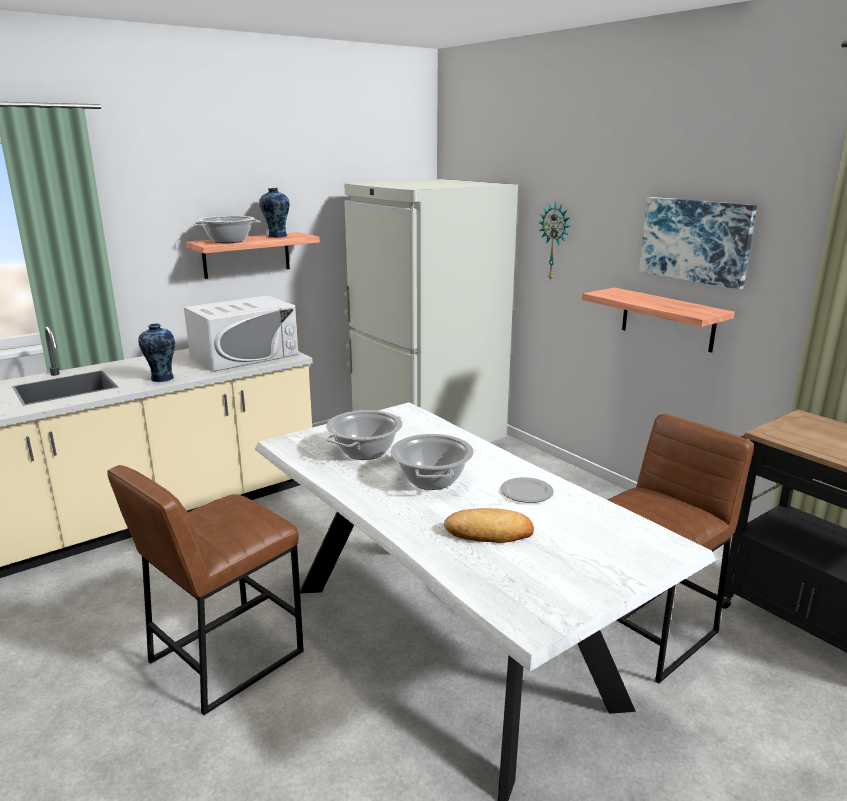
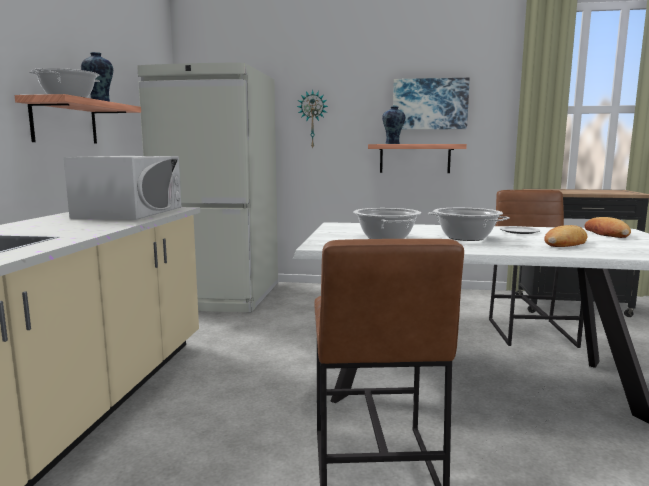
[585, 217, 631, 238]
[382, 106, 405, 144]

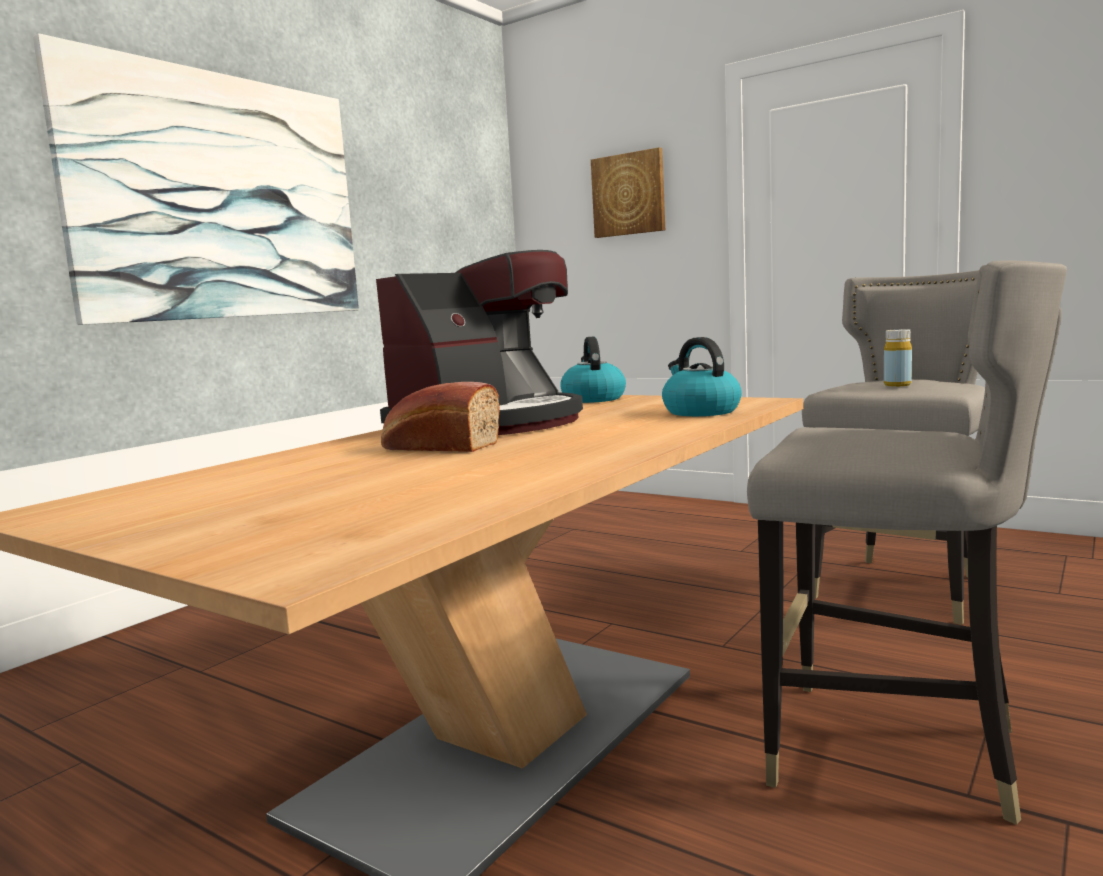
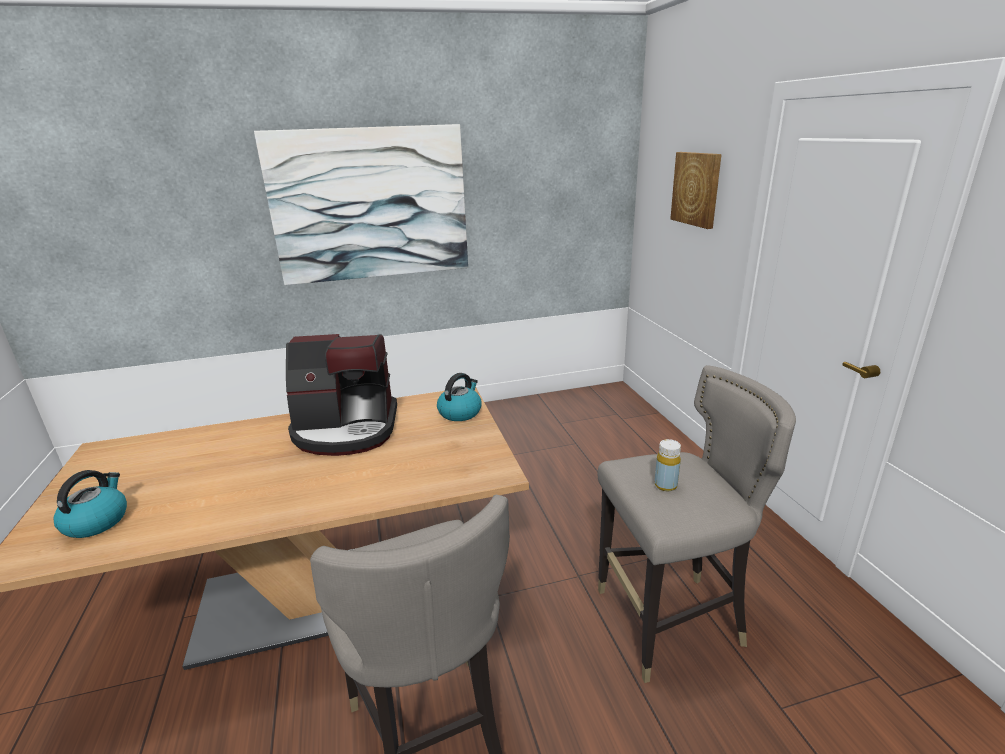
[381, 382, 500, 452] (first image)
[53, 470, 127, 538]

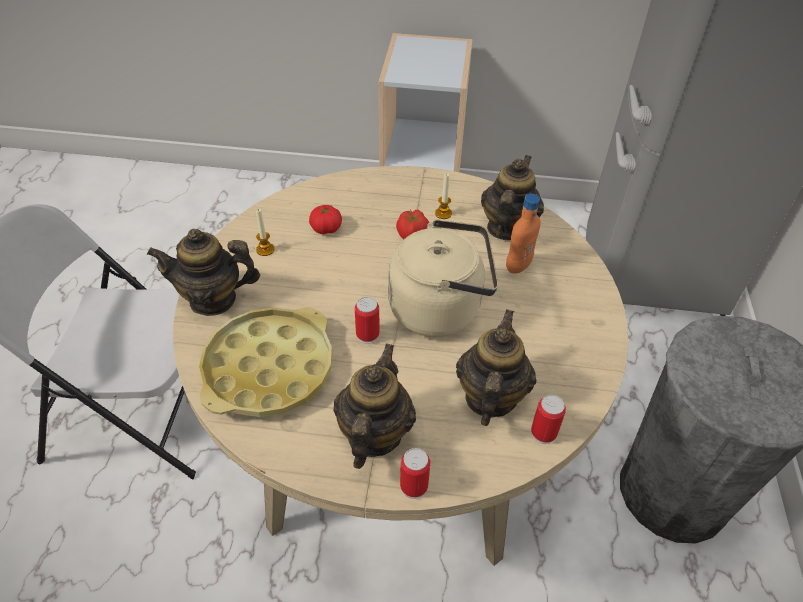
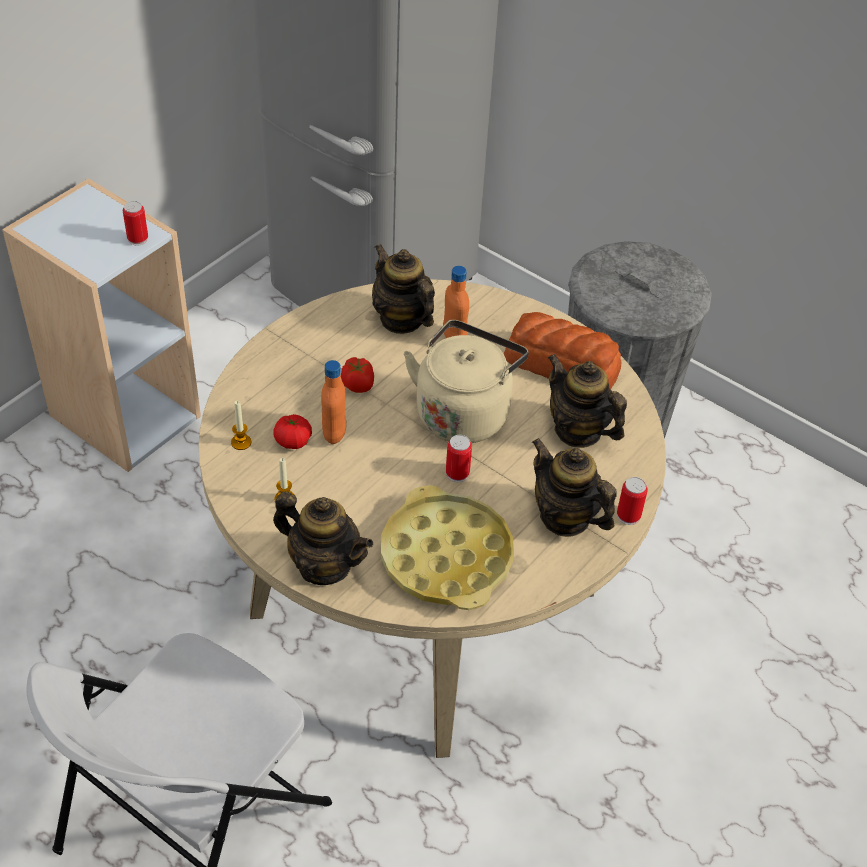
[321, 360, 346, 444]
[504, 312, 621, 389]
[231, 401, 251, 450]
[123, 201, 148, 246]
[273, 491, 373, 585]

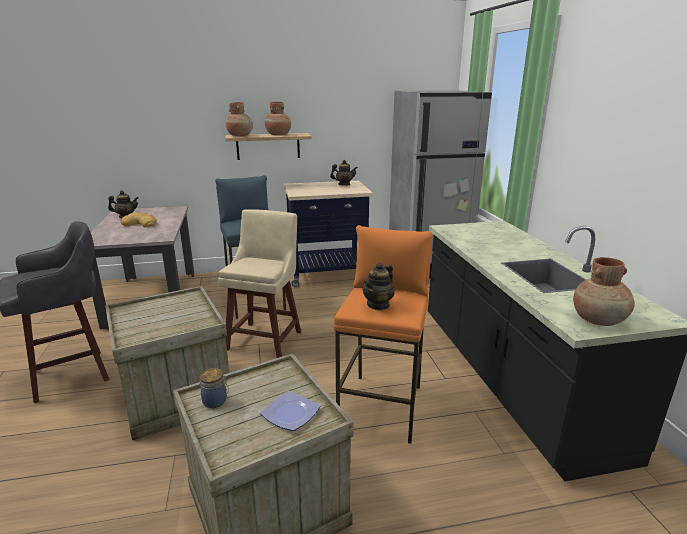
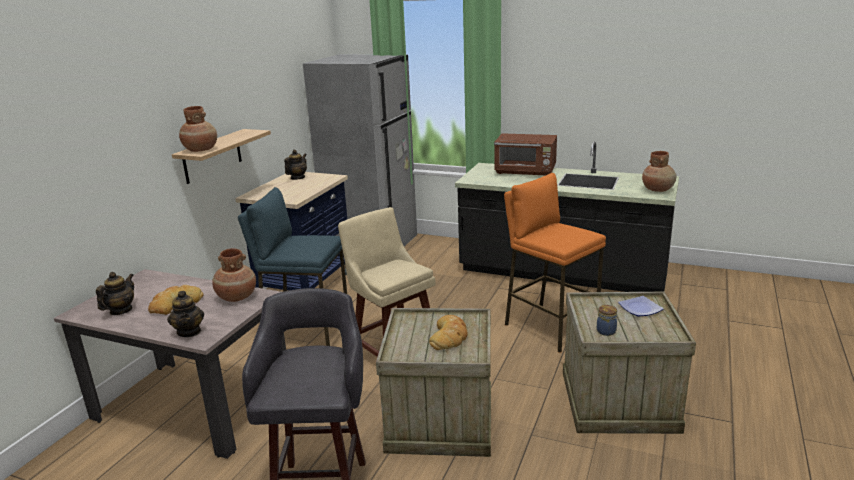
[429, 315, 468, 350]
[494, 133, 557, 175]
[212, 248, 256, 302]
[167, 291, 204, 337]

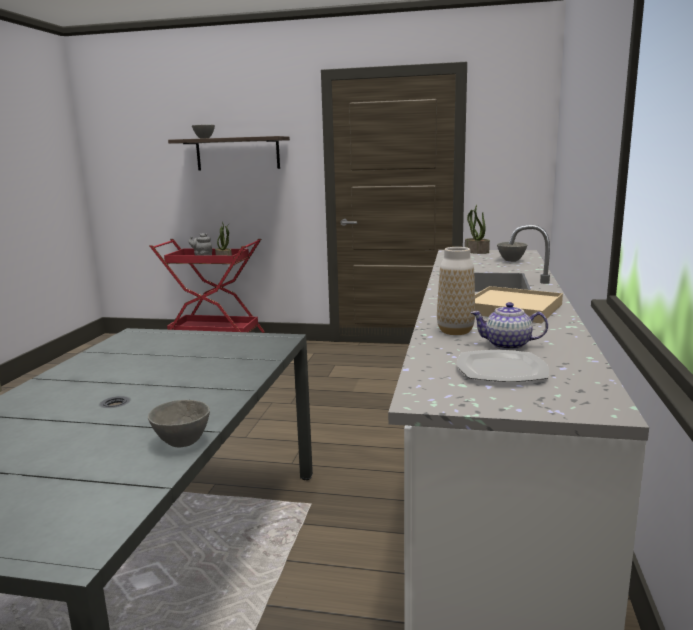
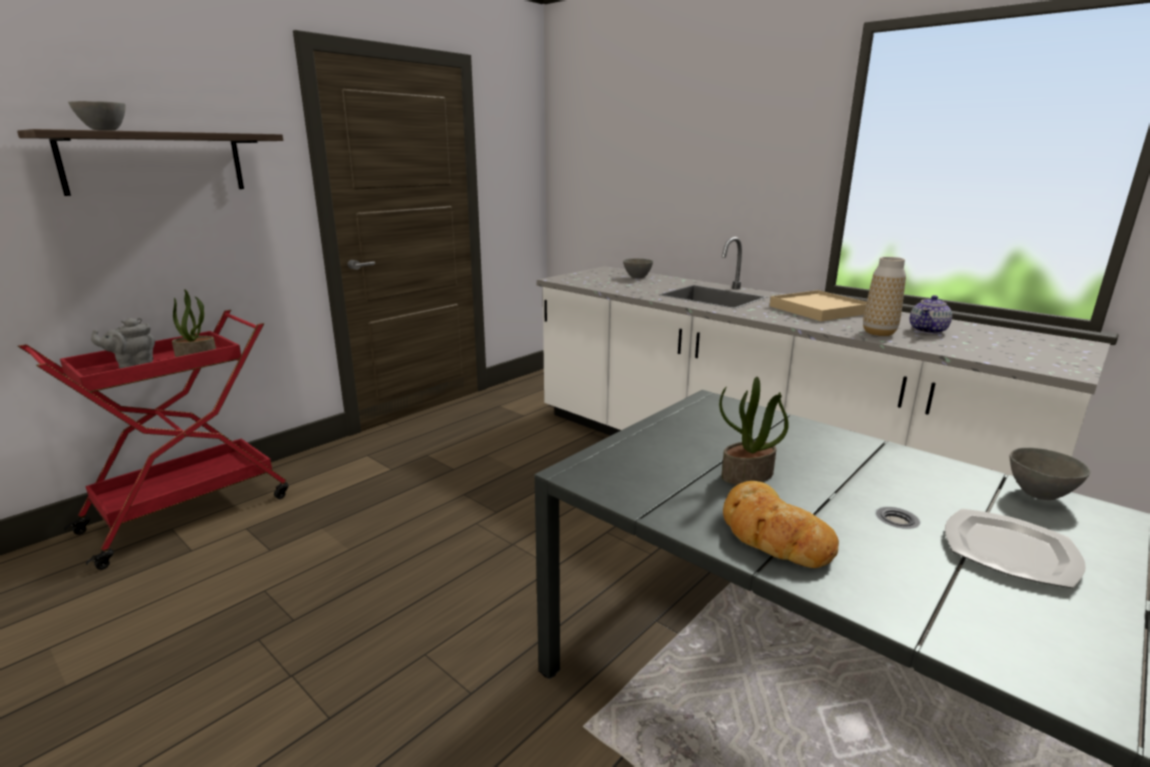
[723, 481, 839, 568]
[945, 508, 1086, 588]
[719, 377, 789, 485]

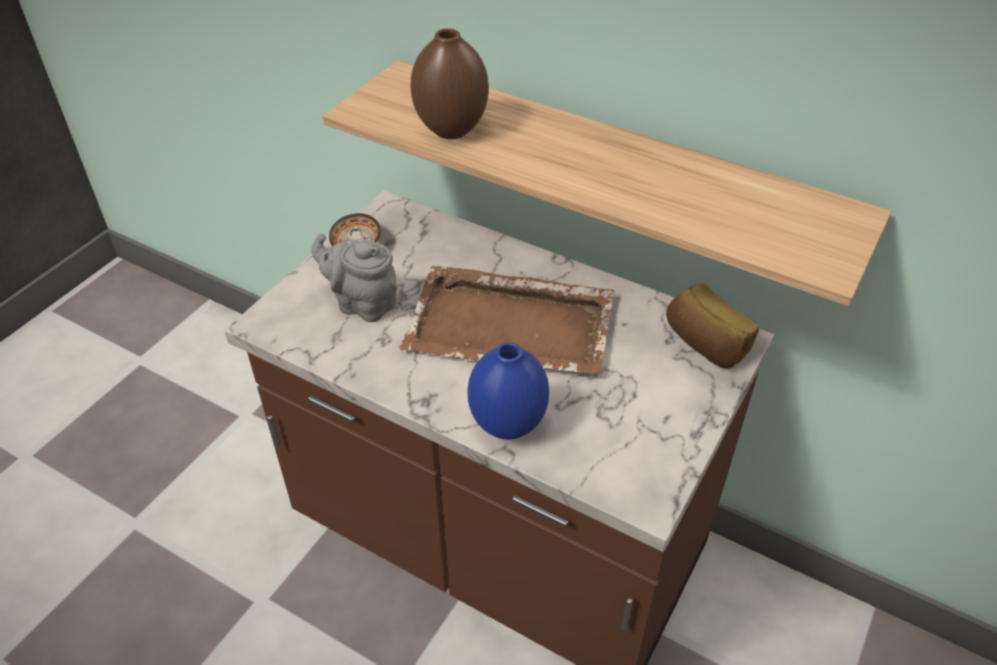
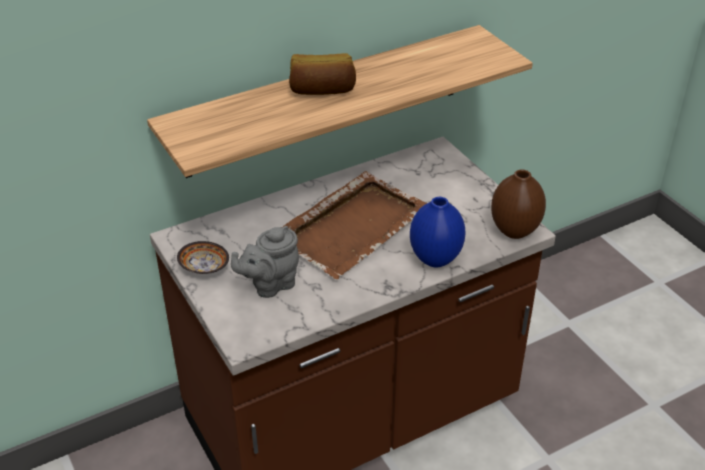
[491, 169, 546, 239]
[289, 53, 356, 95]

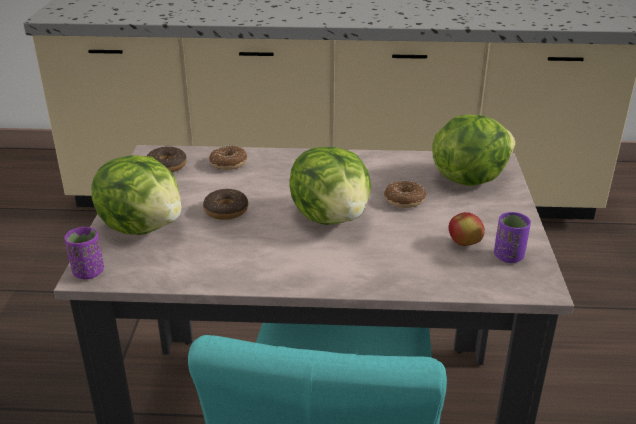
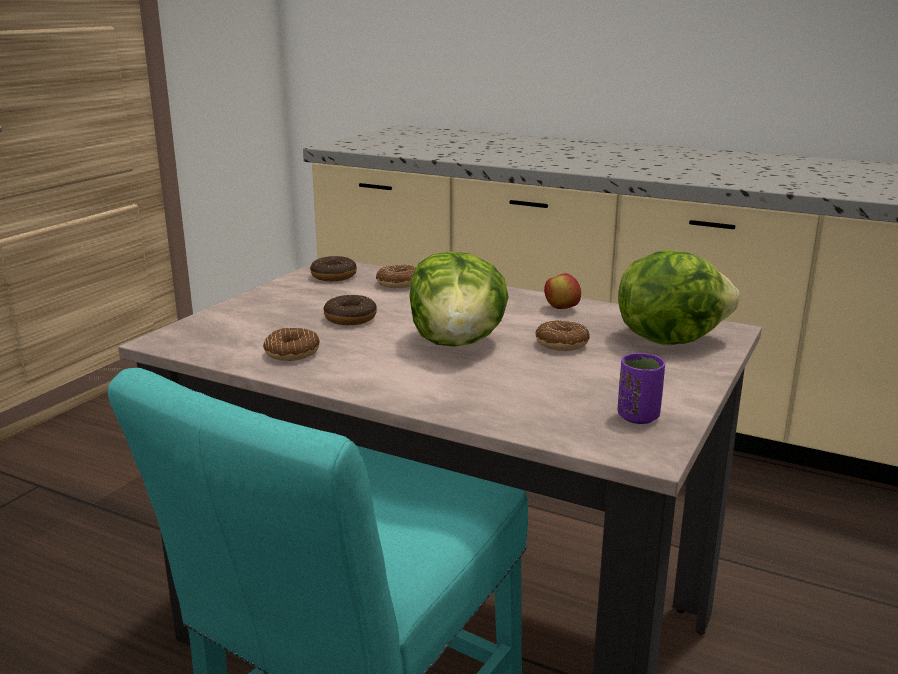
[64, 227, 104, 279] (first image)
[91, 155, 181, 235] (first image)
[263, 327, 320, 361]
[544, 273, 581, 309]

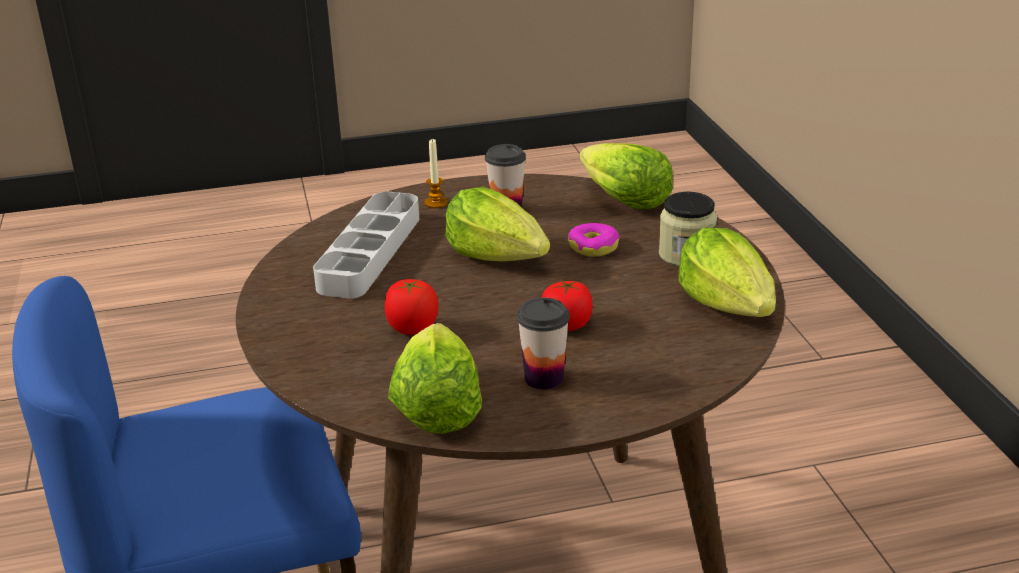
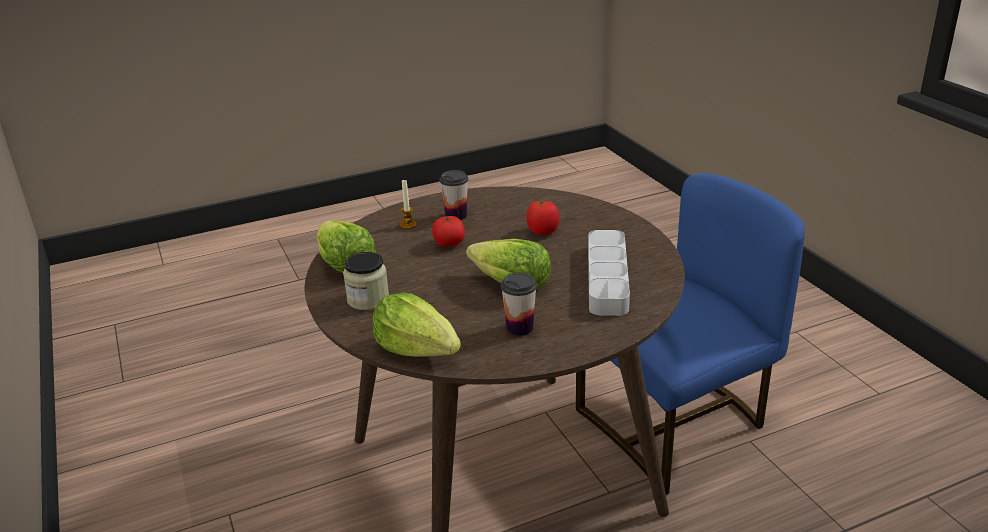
[388, 323, 482, 434] (first image)
[568, 223, 619, 257] (first image)
[400, 180, 417, 229]

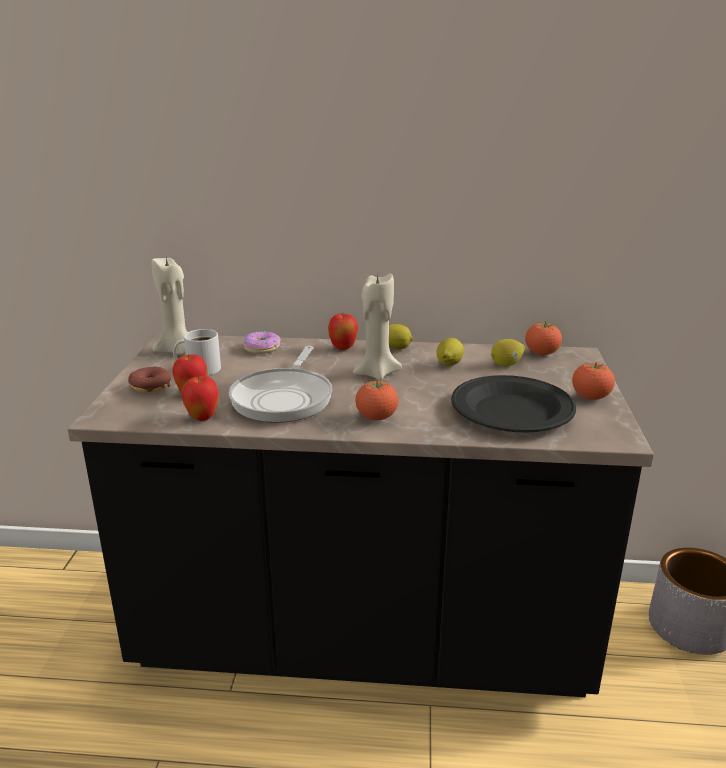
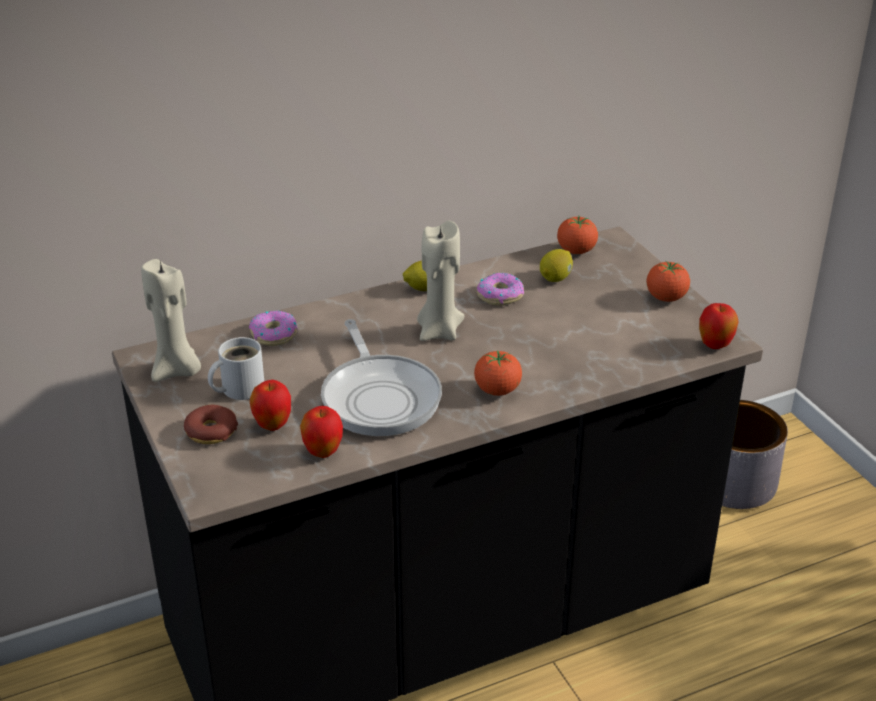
[451, 375, 576, 433] (first image)
[699, 303, 739, 349]
[477, 272, 524, 306]

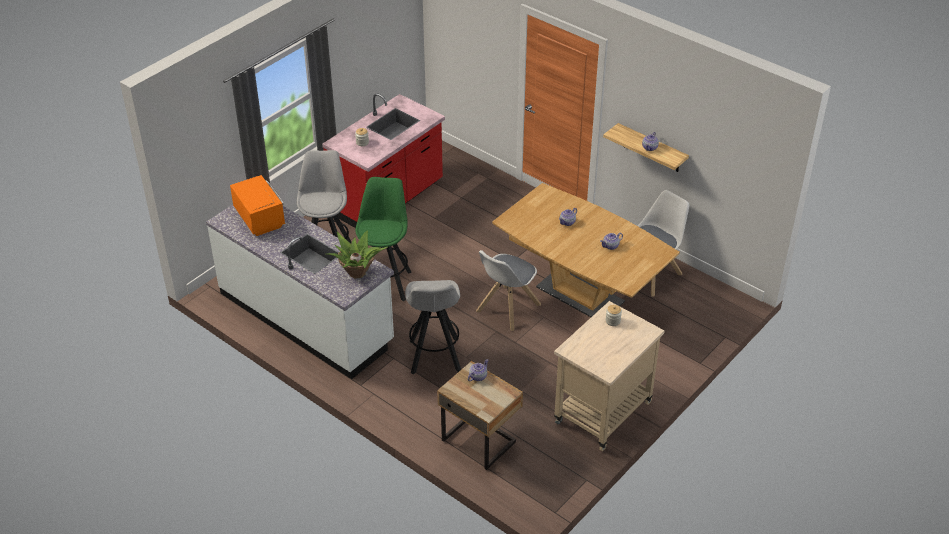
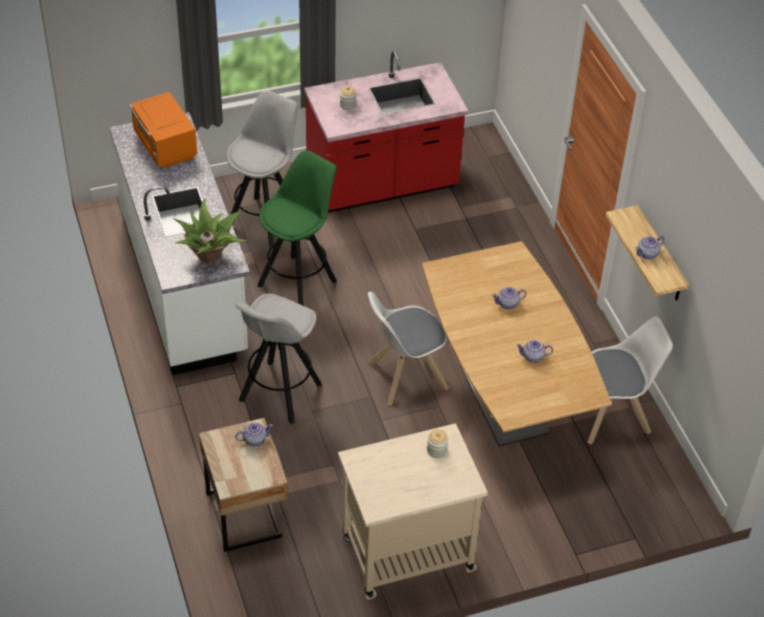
[130, 92, 197, 168]

